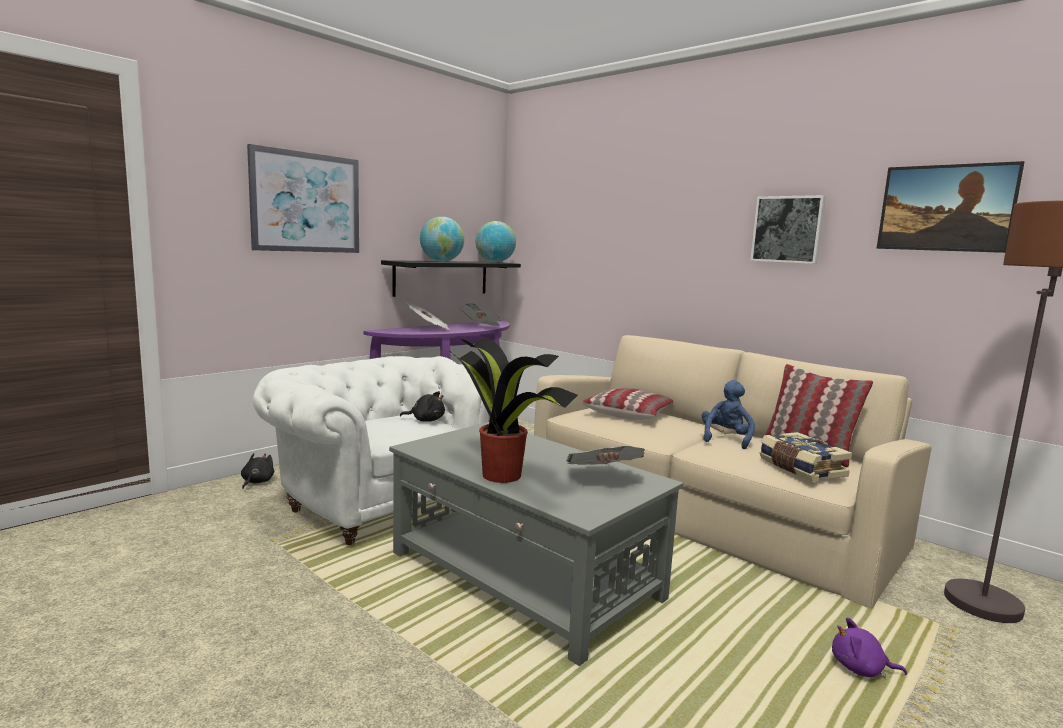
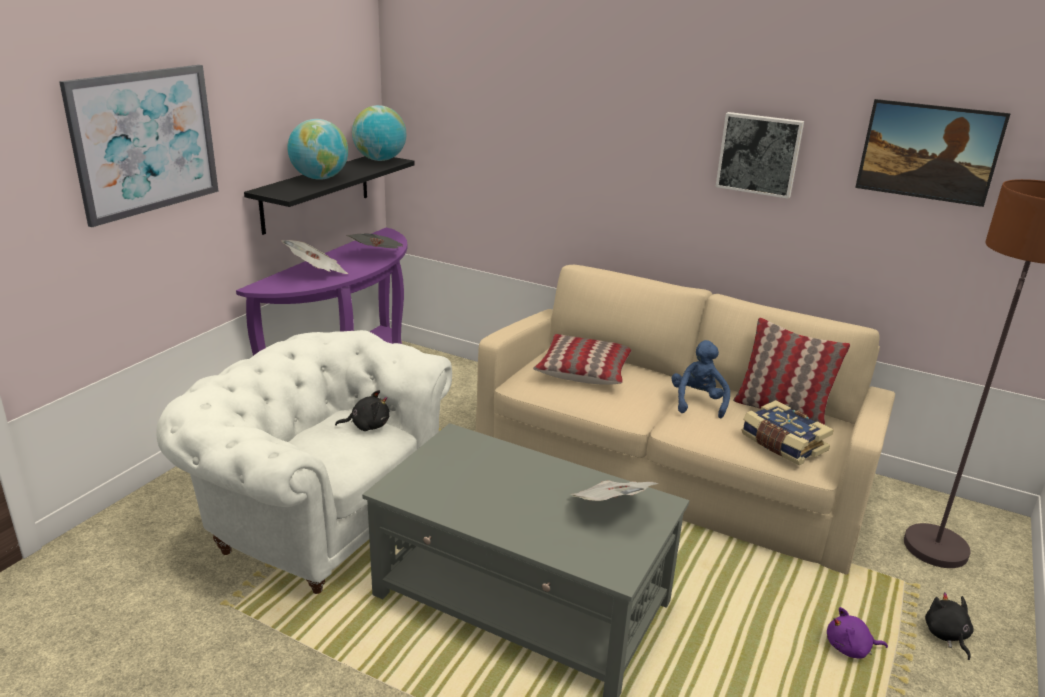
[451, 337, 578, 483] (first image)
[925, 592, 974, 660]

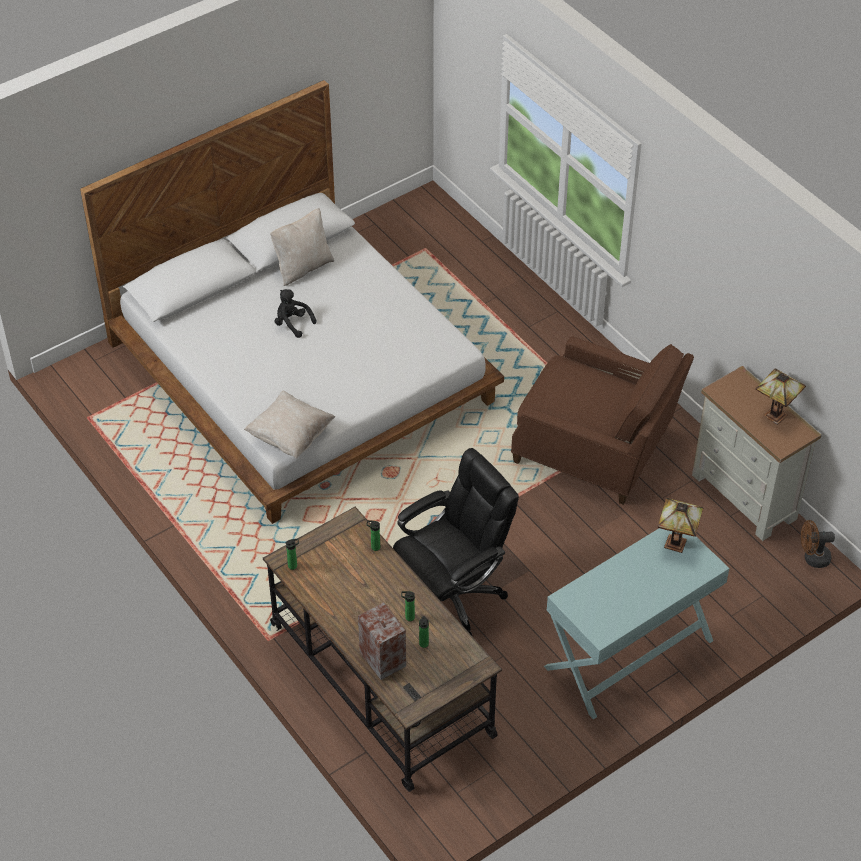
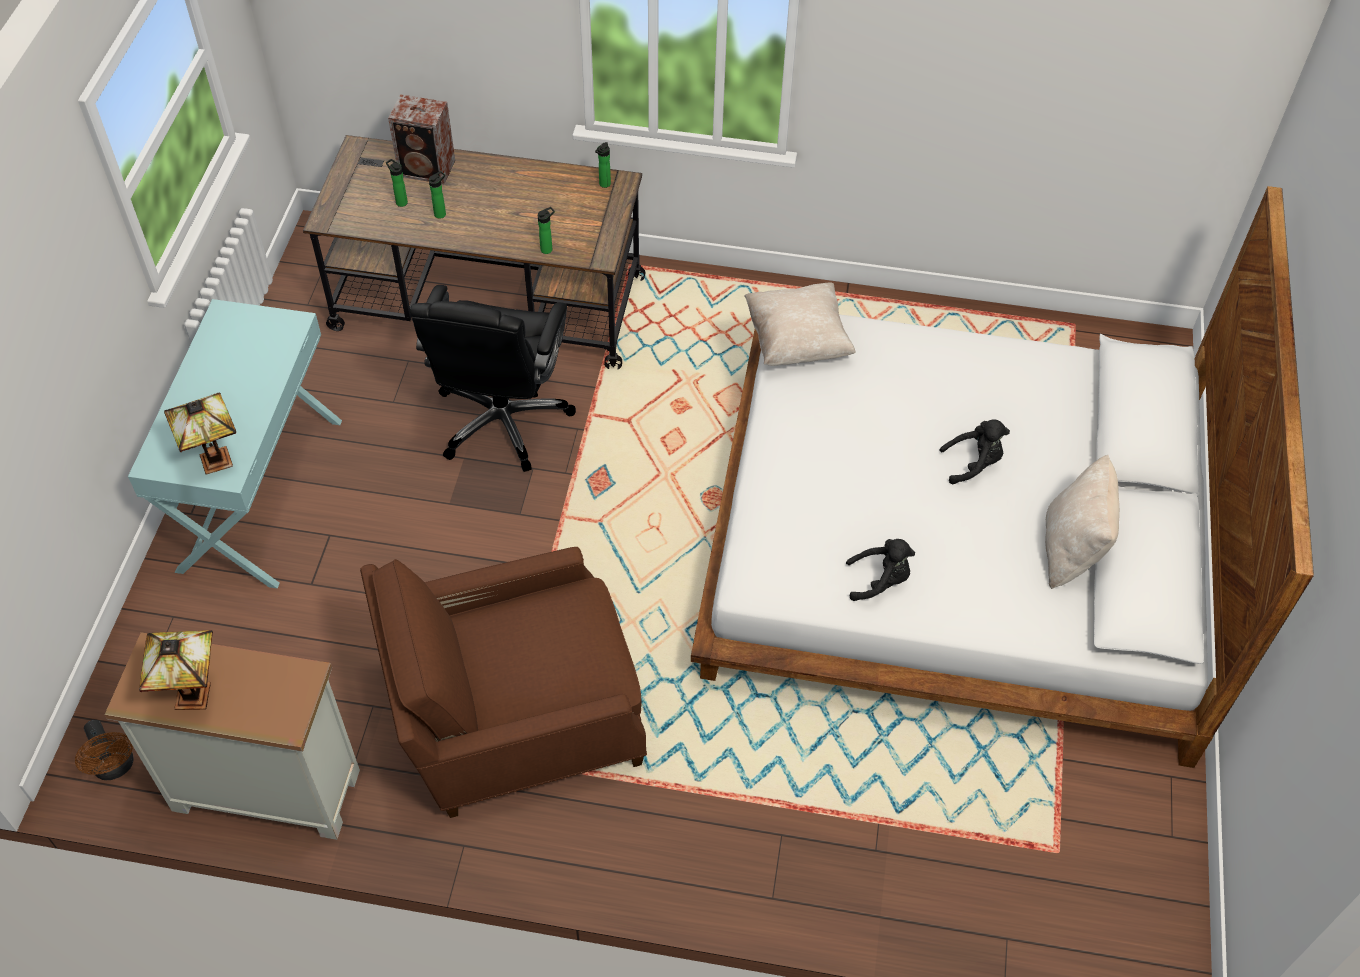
[846, 539, 915, 601]
[75, 720, 134, 780]

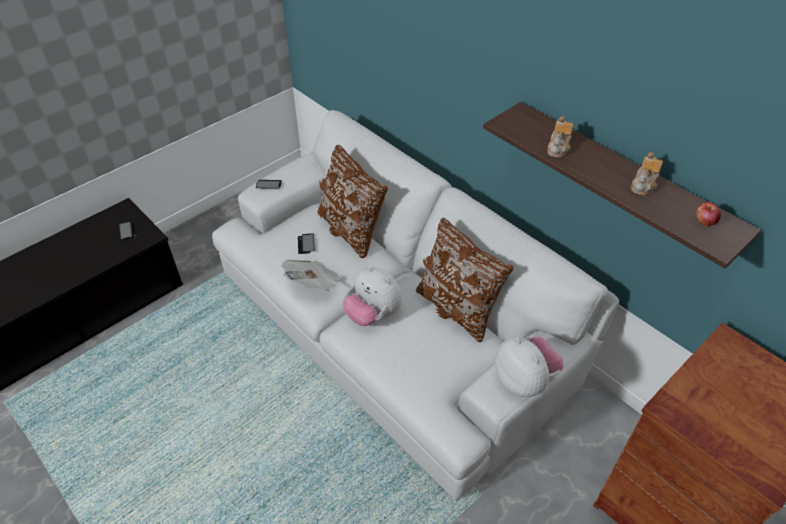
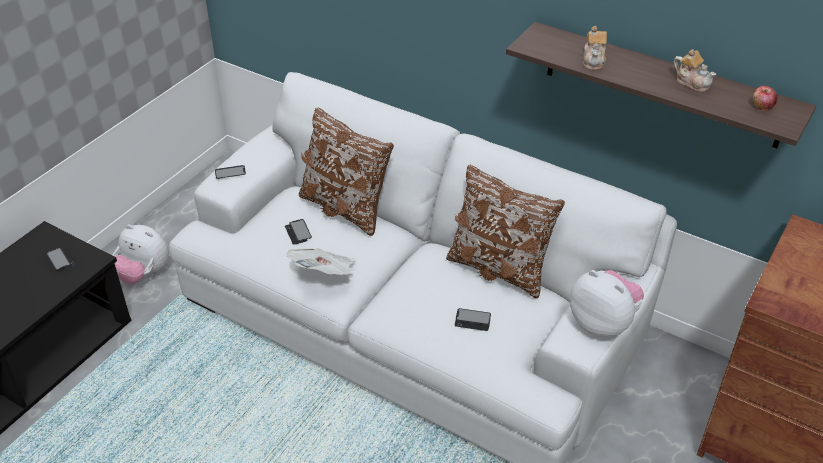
[455, 308, 491, 331]
[112, 224, 169, 284]
[674, 49, 716, 92]

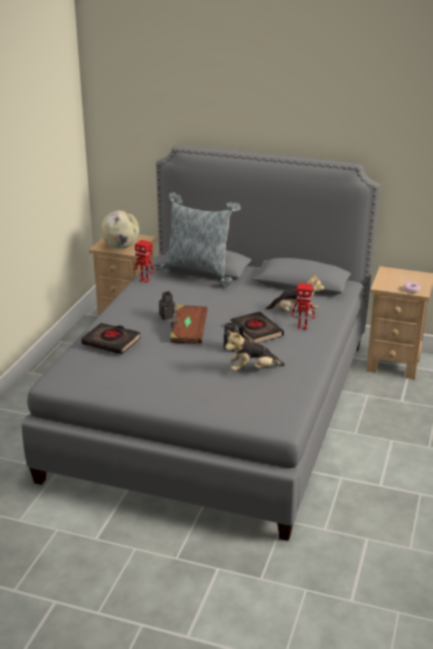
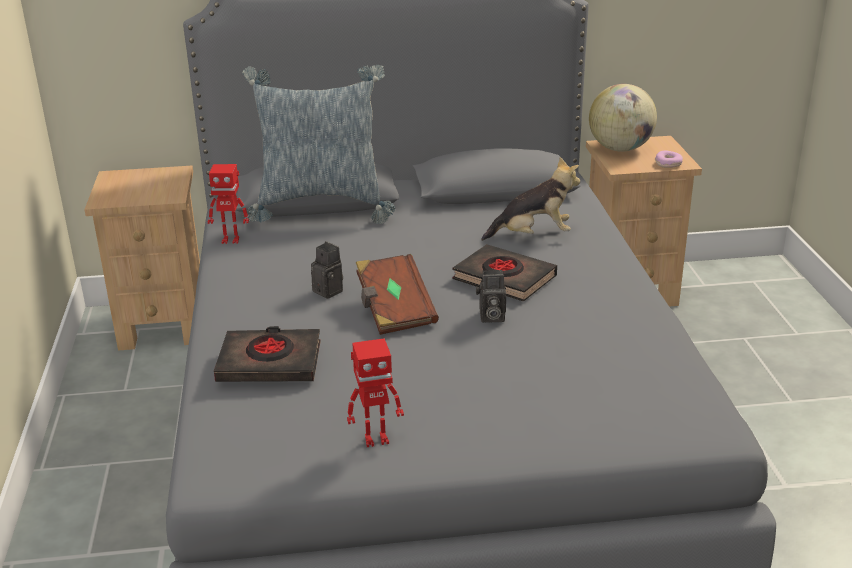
[225, 330, 285, 371] (first image)
[589, 84, 657, 152]
[347, 338, 404, 447]

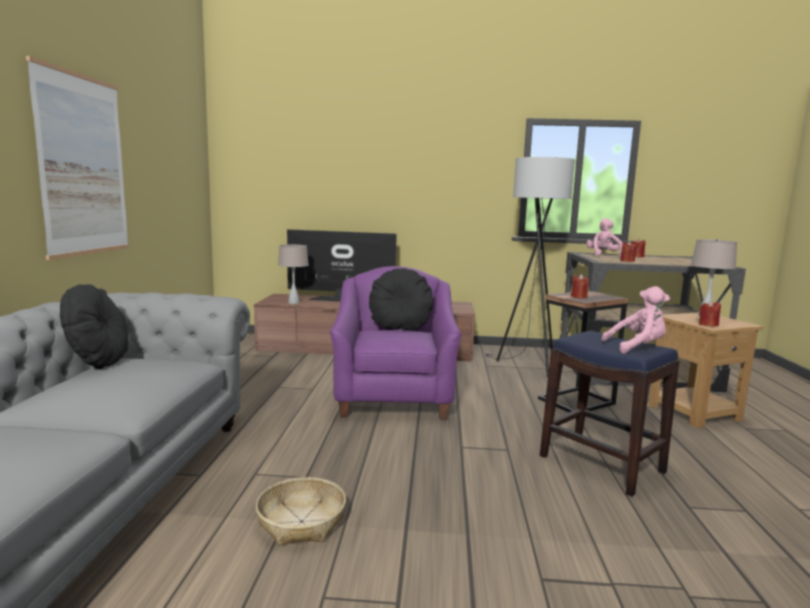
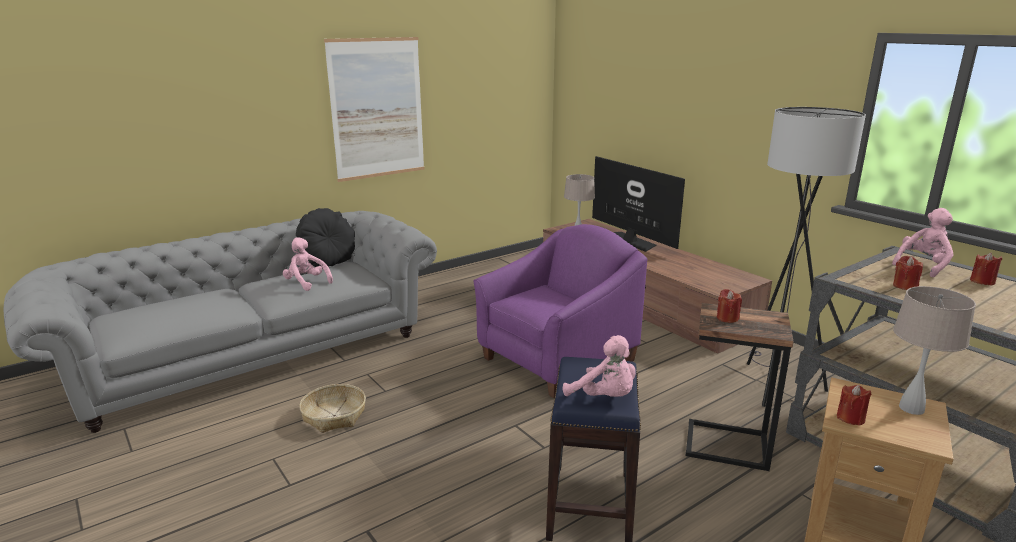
[369, 268, 433, 330] (first image)
[283, 237, 333, 291]

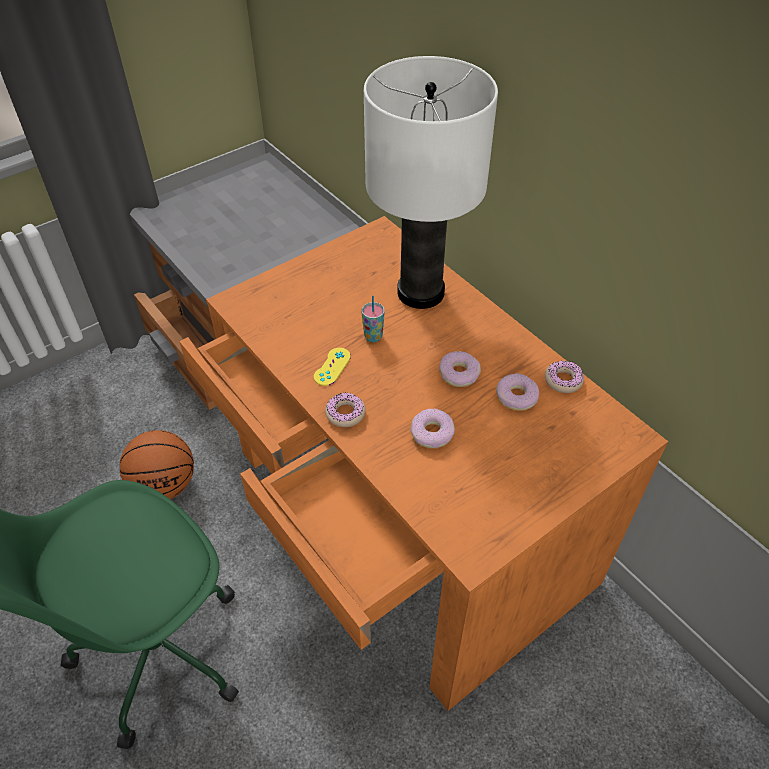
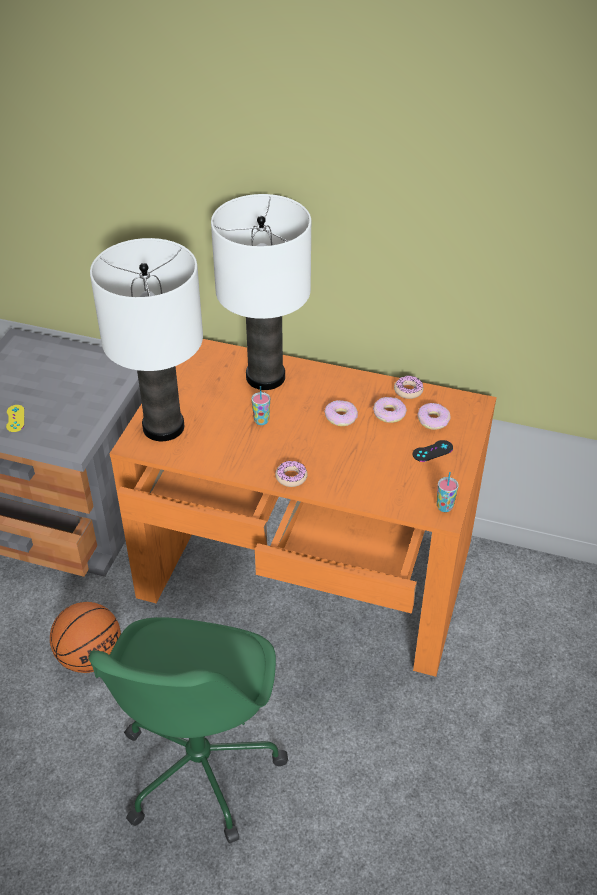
[90, 238, 203, 441]
[413, 440, 453, 462]
[437, 472, 458, 512]
[6, 405, 24, 432]
[417, 403, 451, 430]

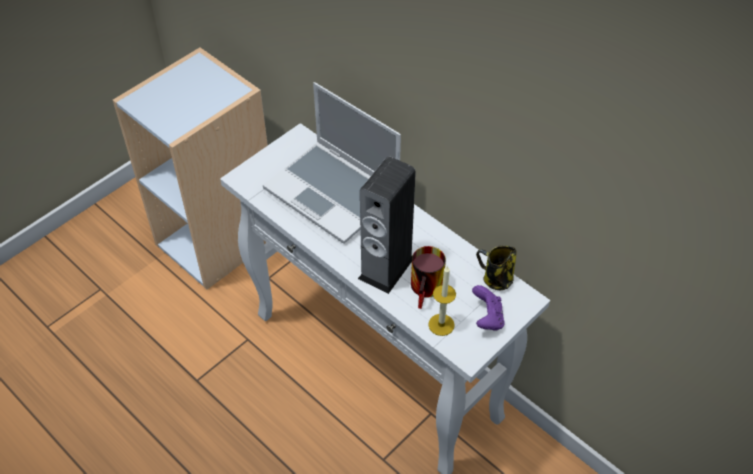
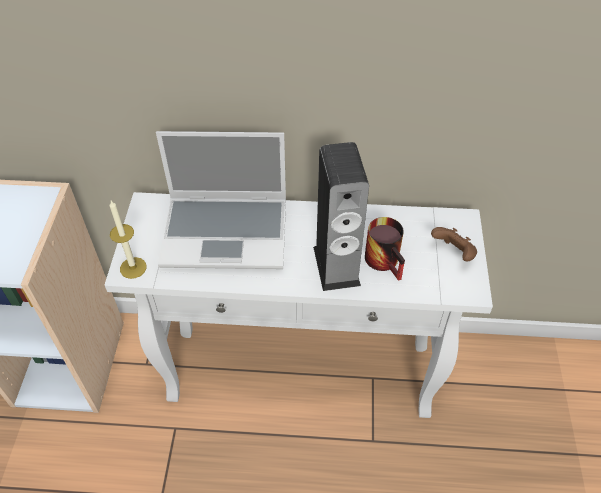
[476, 245, 516, 290] (first image)
[110, 201, 147, 279]
[431, 227, 477, 262]

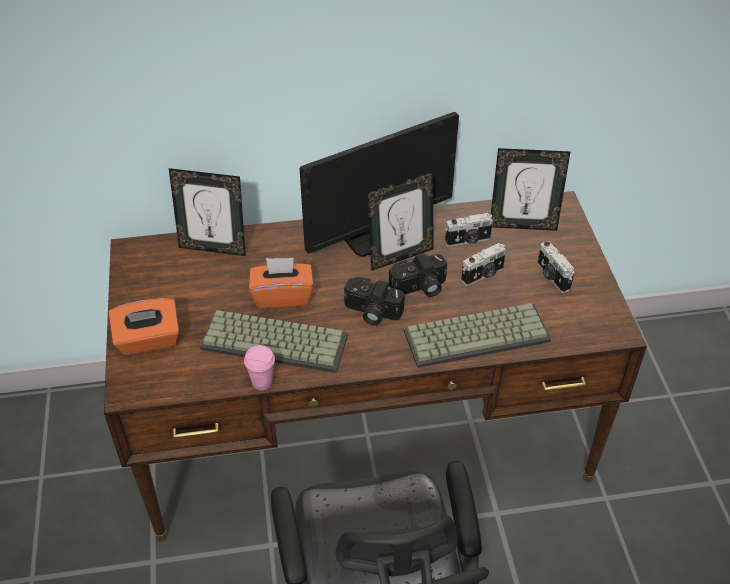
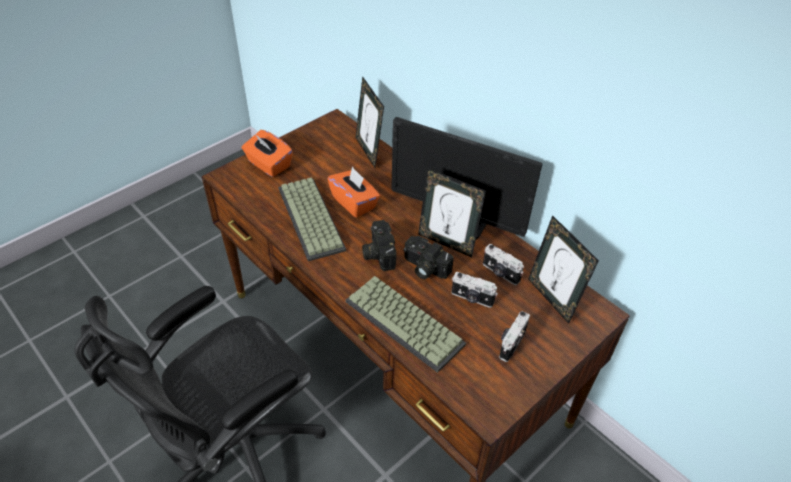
[244, 345, 275, 390] (first image)

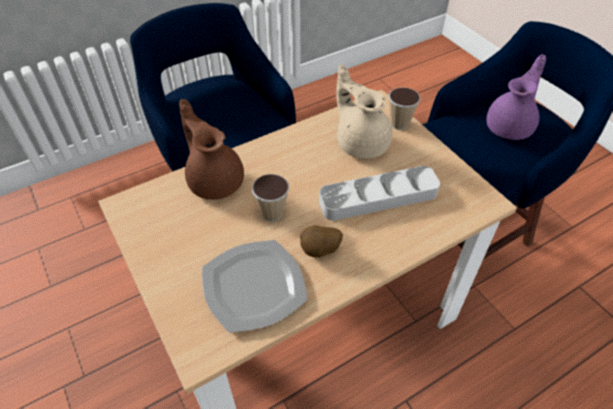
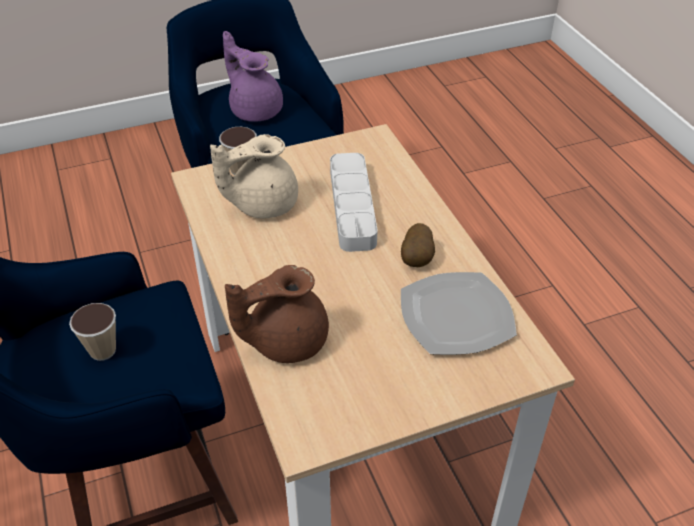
[69, 303, 116, 361]

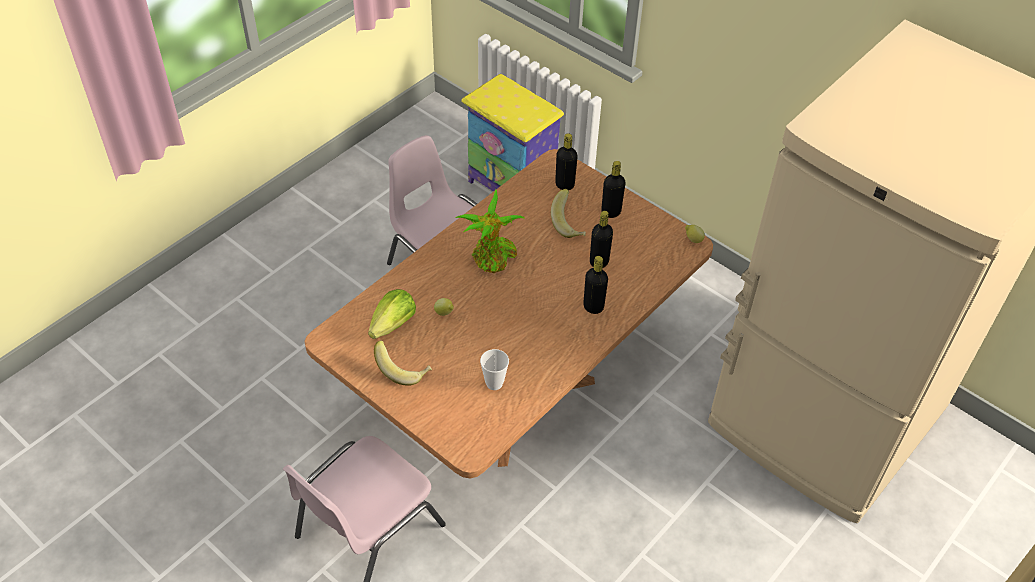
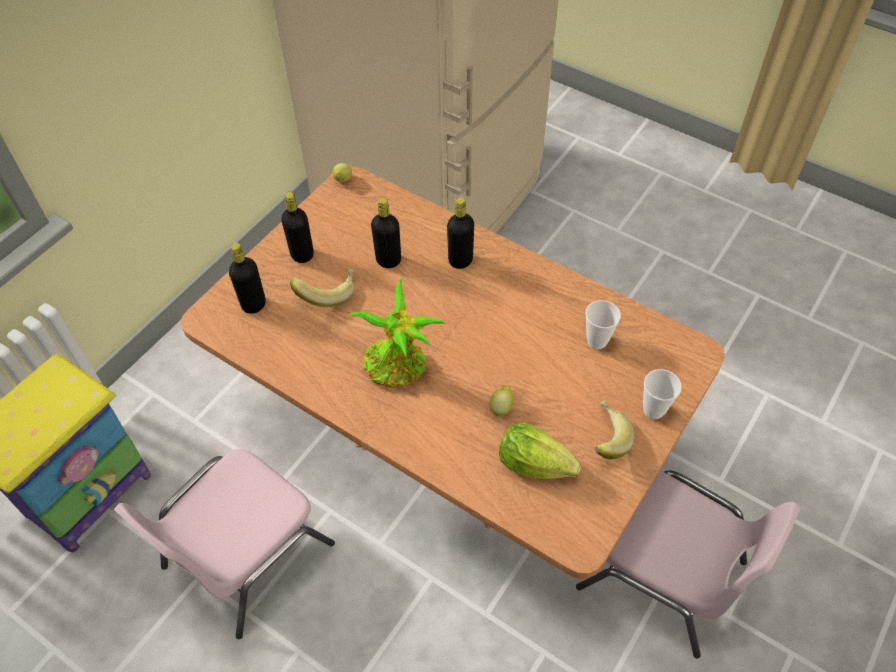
[643, 369, 682, 419]

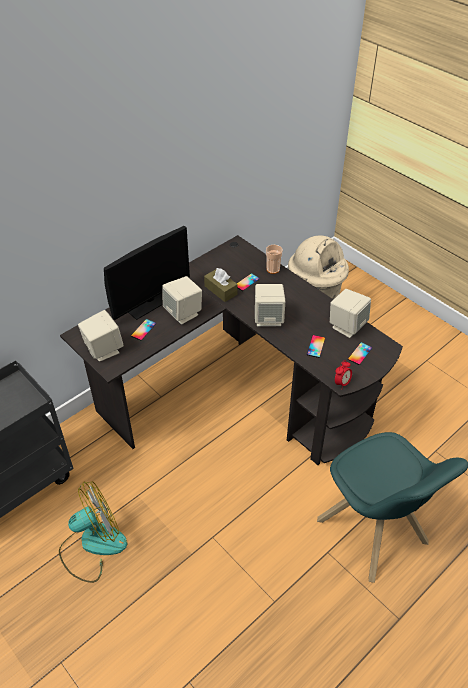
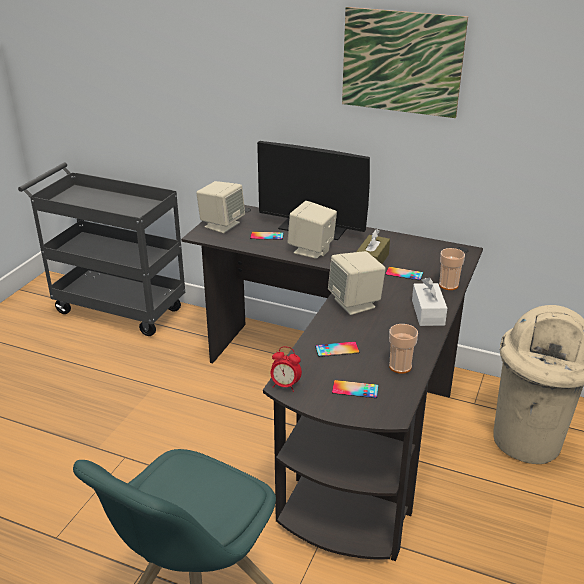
[59, 481, 127, 583] (first image)
[342, 7, 468, 118]
[412, 277, 447, 326]
[389, 324, 418, 374]

